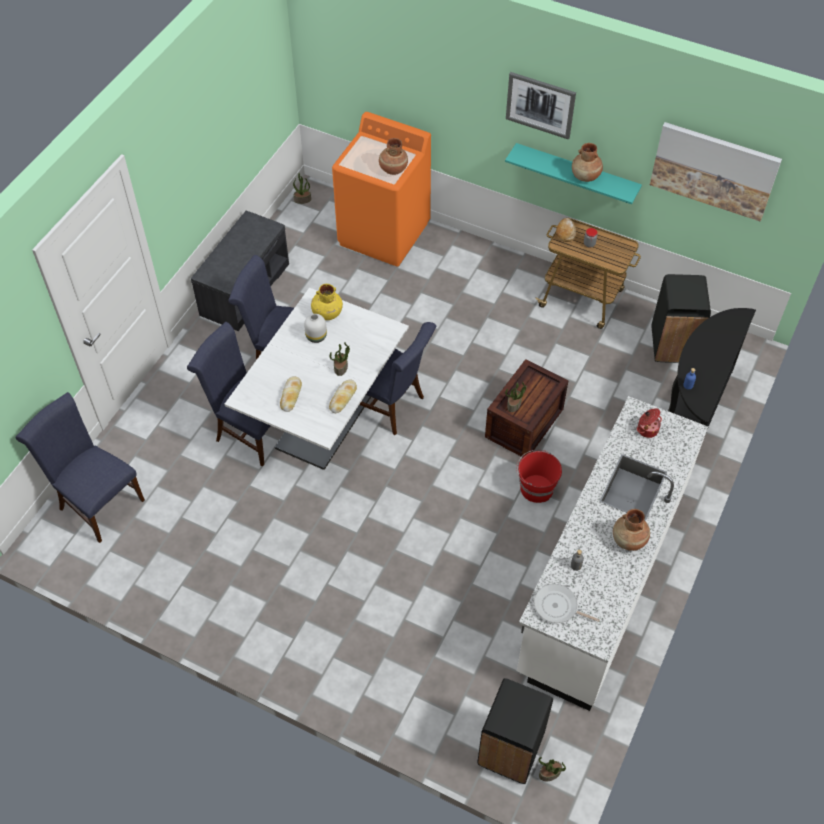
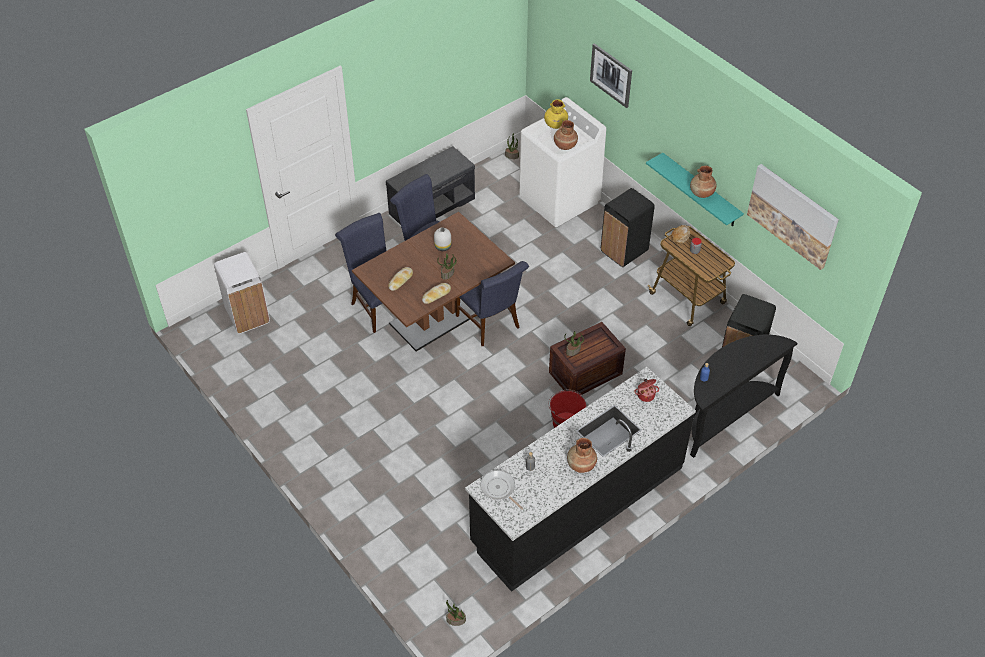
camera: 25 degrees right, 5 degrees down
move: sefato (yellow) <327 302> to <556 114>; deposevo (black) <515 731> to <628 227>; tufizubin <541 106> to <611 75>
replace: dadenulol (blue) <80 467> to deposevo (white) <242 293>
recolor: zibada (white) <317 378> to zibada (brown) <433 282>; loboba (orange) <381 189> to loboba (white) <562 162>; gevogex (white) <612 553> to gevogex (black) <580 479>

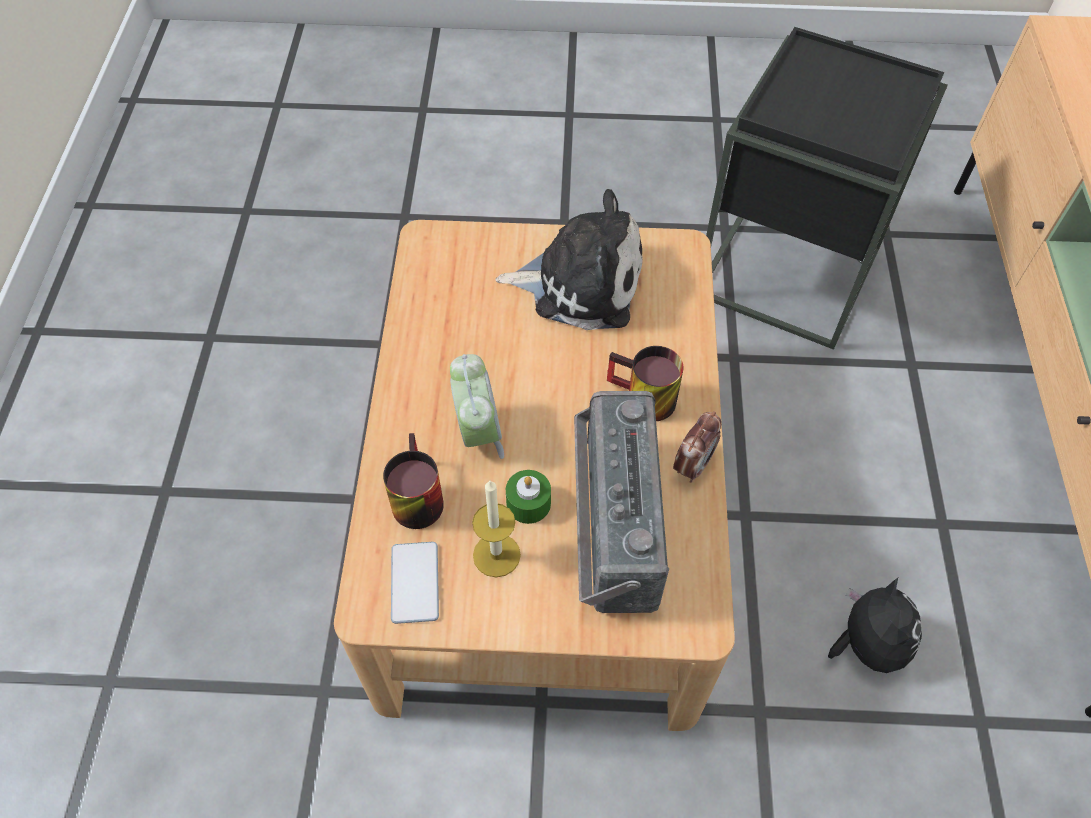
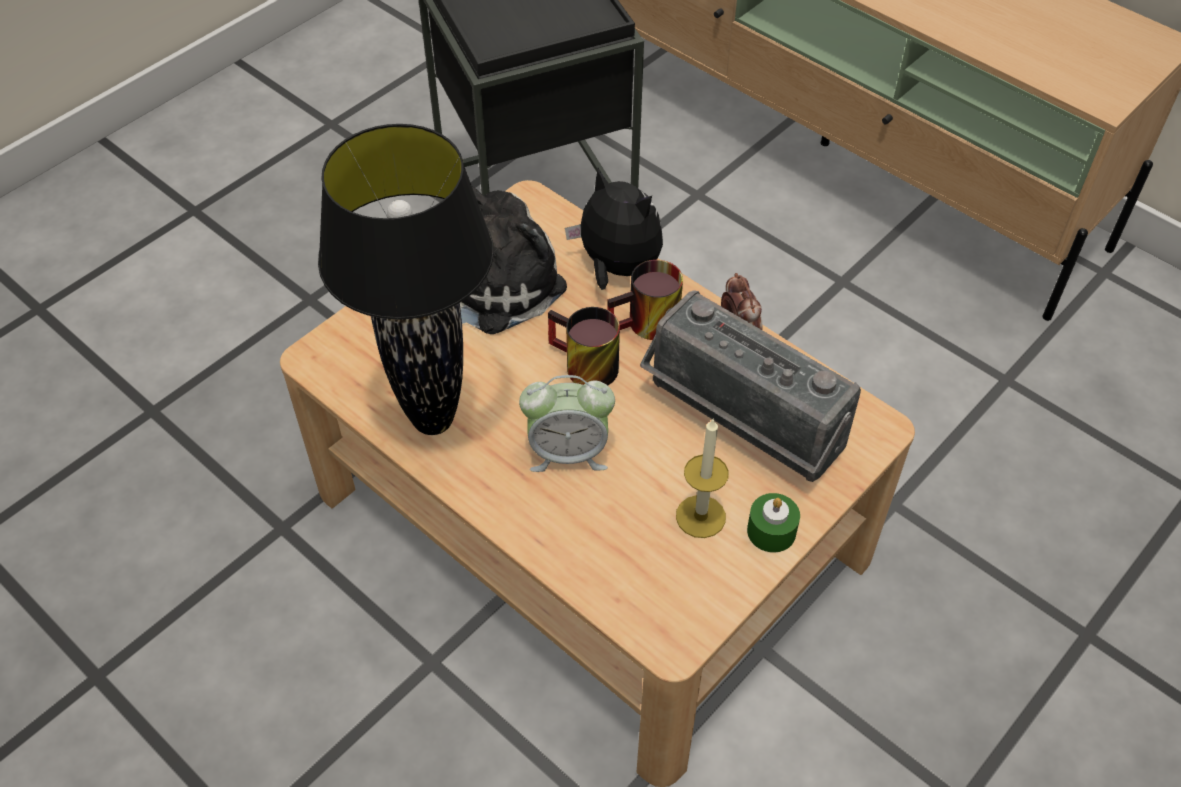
camera: 50 degrees left, 5 degrees down
delete: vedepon <415 583>
insert: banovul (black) <406 279>
move: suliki <413 481> to <584 346>; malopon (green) <528 497> to <773 523>; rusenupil <875 625> to <614 229>
rotate: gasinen <477 406> = <567 423> 150 degrees clockwise

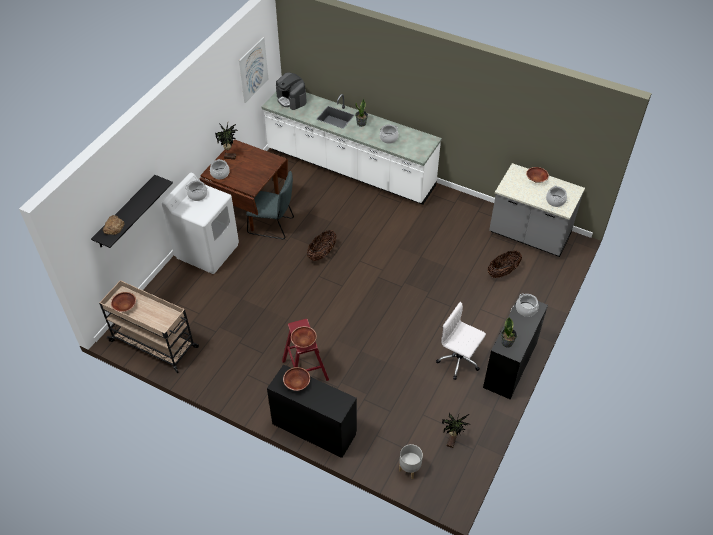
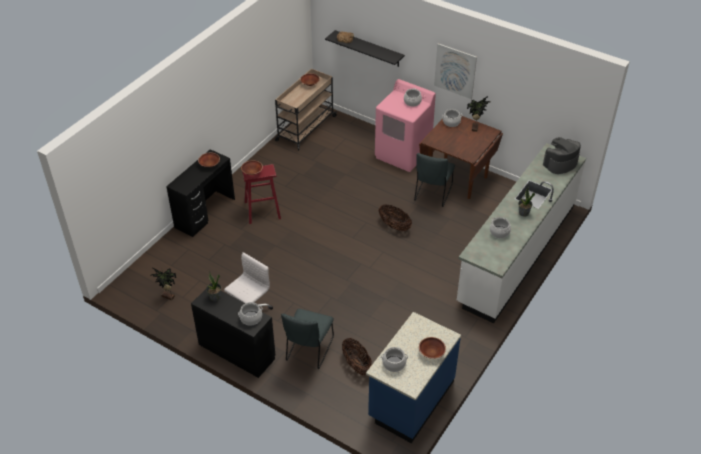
camera: 95 degrees right, 5 degrees down
delete: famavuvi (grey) <411 461>
insert: dadenulol (grey) <307 339>
move: tufizubin <253 70> to <455 71>
recolor: loboba (white) <200 223> to loboba (pink) <405 125>; gevogex (grey) <537 210> to gevogex (blue) <413 377>

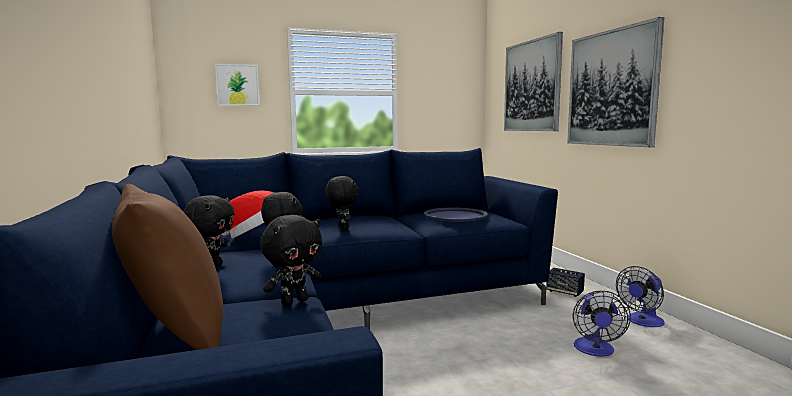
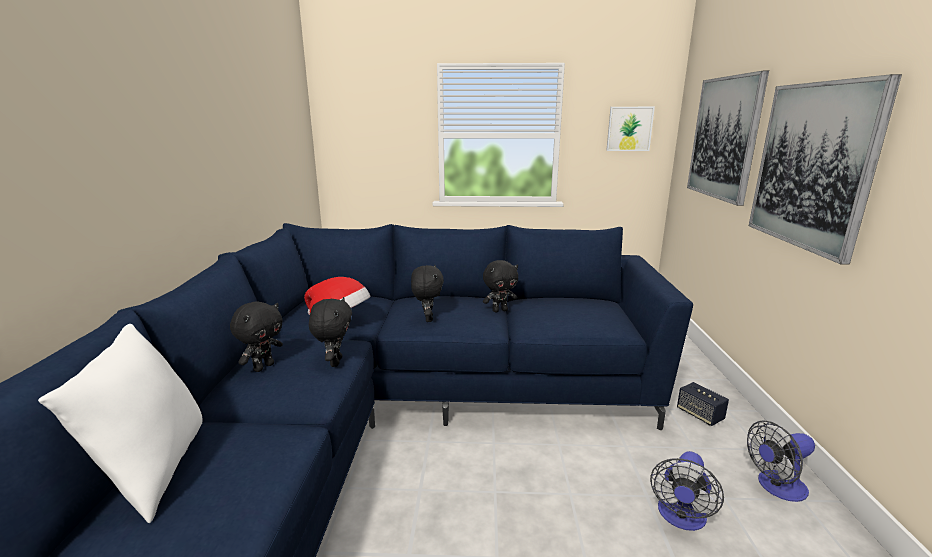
camera: 20 degrees right, 10 degrees up
delete: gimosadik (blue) <455 214>
move: tufizubin <237 85> to <630 129>; rusenupil (black) <291 260> to <500 286>
recolor: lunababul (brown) <167 267> to lunababul (white) <120 423>

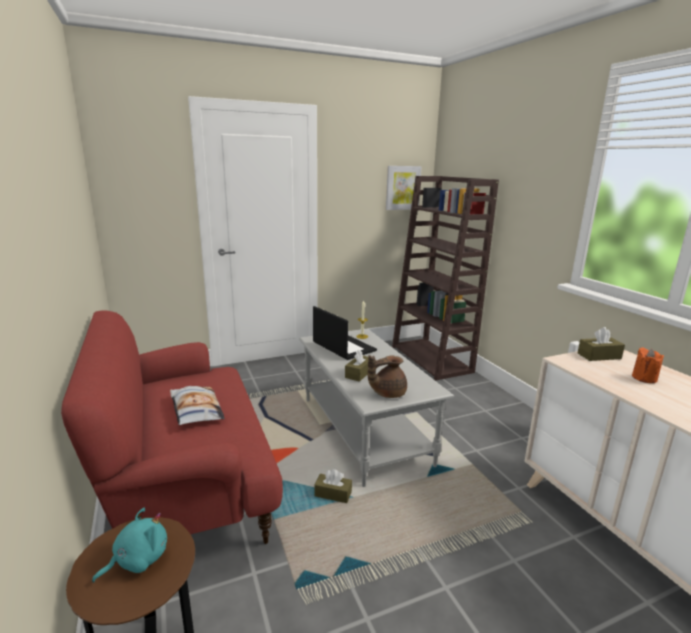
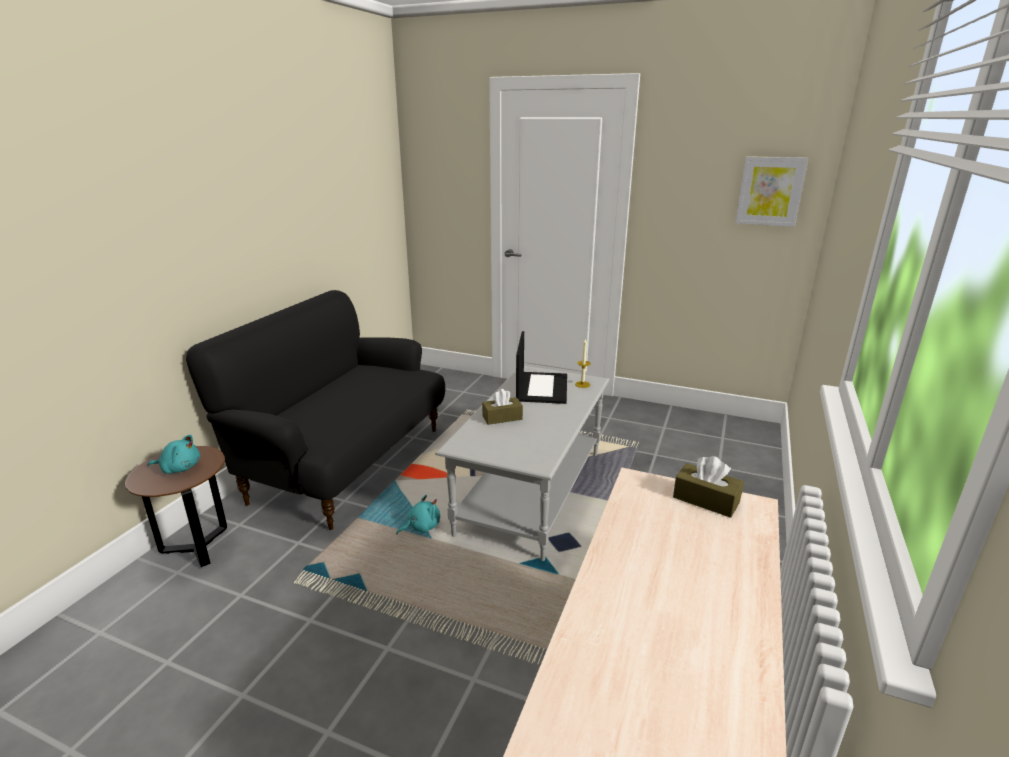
camera: 45 degrees right, 5 degrees up
delete: lunababul <197 405>; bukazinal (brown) <387 376>; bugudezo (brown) <445 278>; malopon (orange) <648 365>
replace: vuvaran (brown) <333 486> to rusenupil (turquoise) <418 514>
recolor: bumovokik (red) <172 427> to bumovokik (black) <316 410>

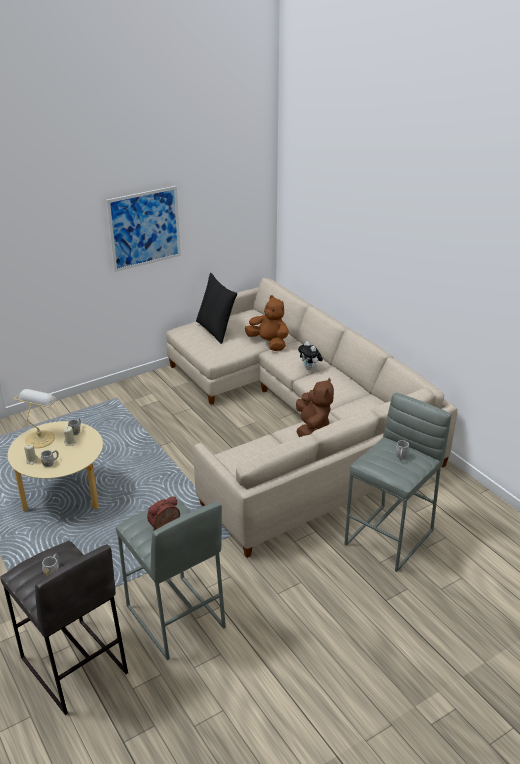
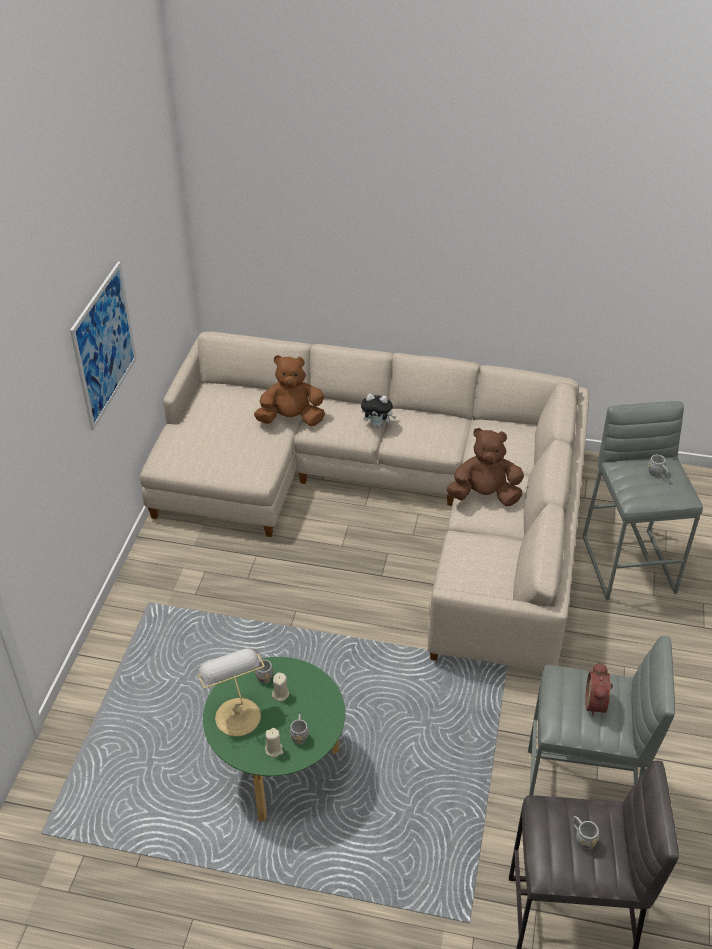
camera: 45 degrees left, 10 degrees up
delete: lunababul (black) <216 308>
recolor: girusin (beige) <55 466> to girusin (green) <274 739>
rotate: rusenupil (brown) <315 407> = <485 467> 45 degrees counterclockwise

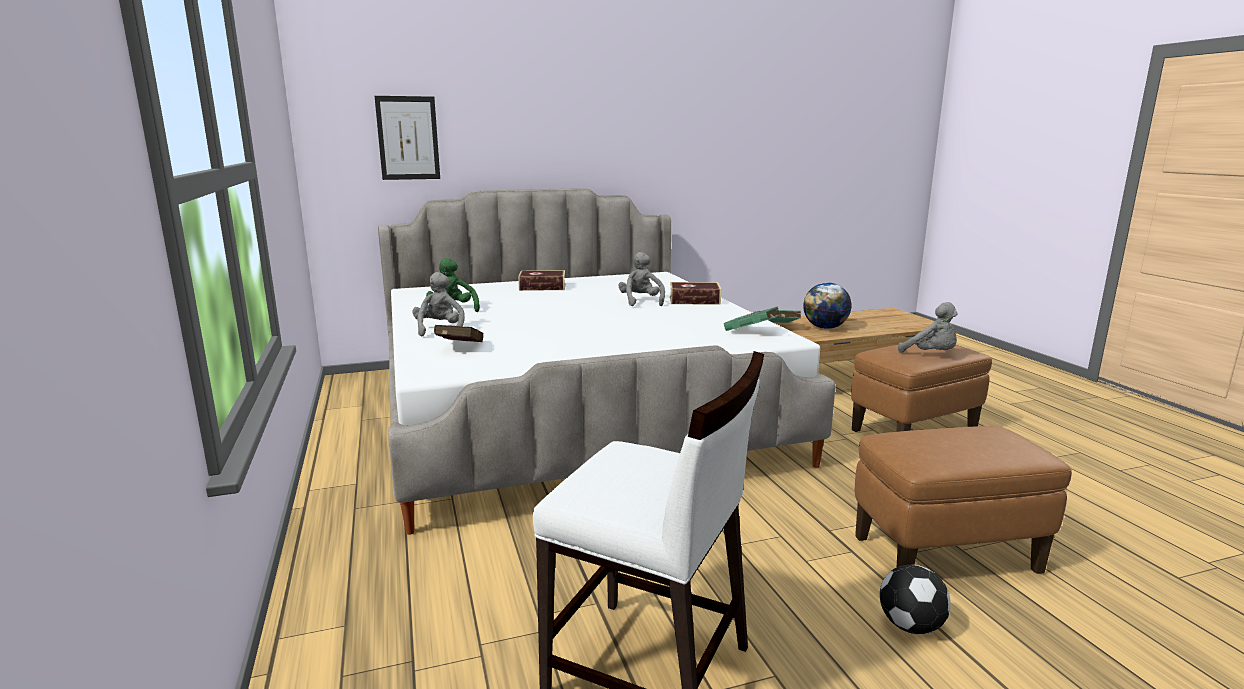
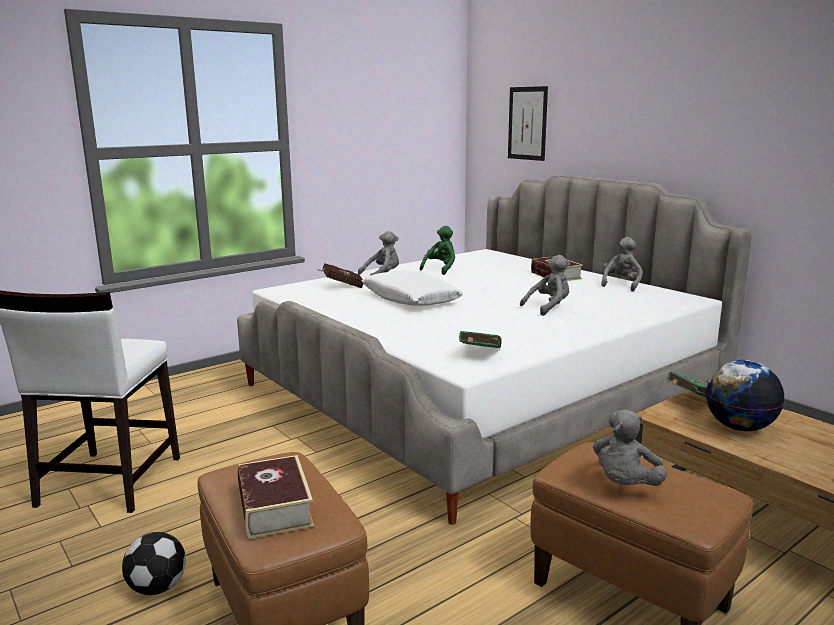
camera: 70 degrees right, 0 degrees up
insert: lunababul (white) <412 288>; rusenupil (grey) <622 264>
move: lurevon <695 293> to <275 497>

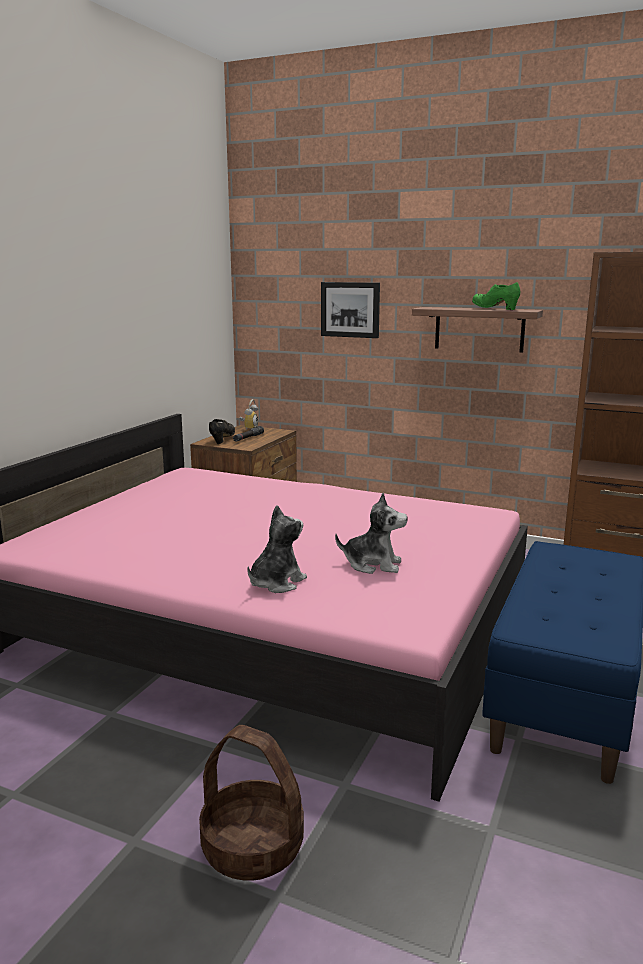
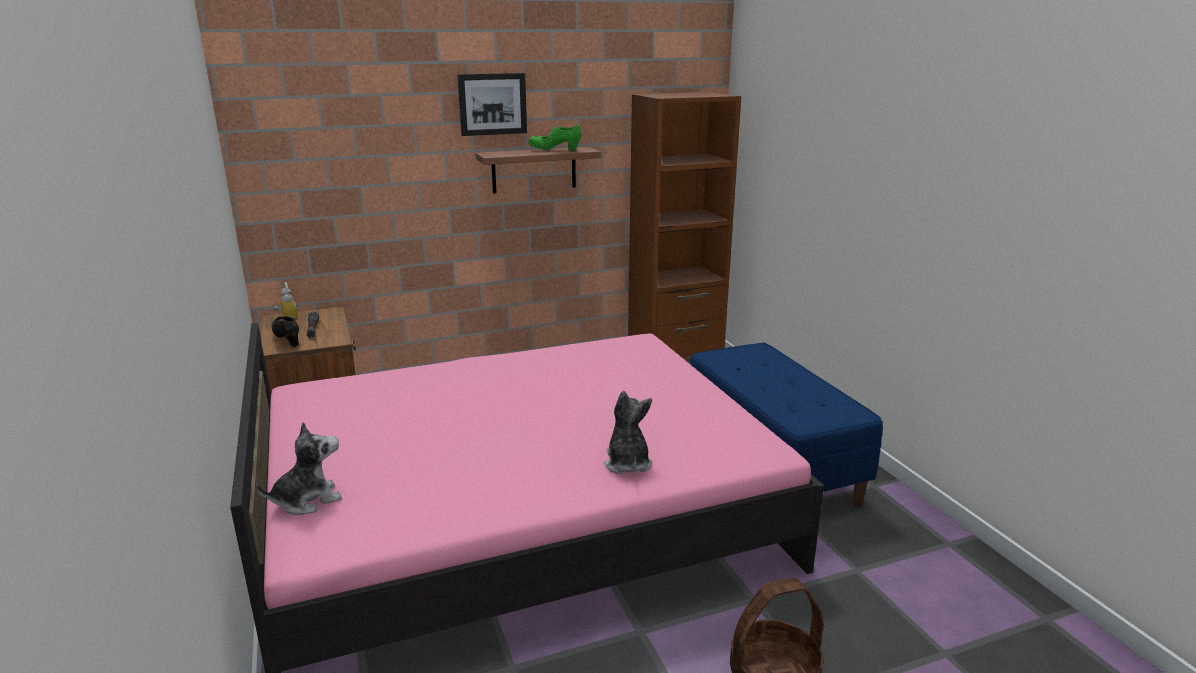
camera: 45 degrees left, 5 degrees up
move: tufizubin <350 310> to <492 104>; rusenupil <371 533> to <299 468>

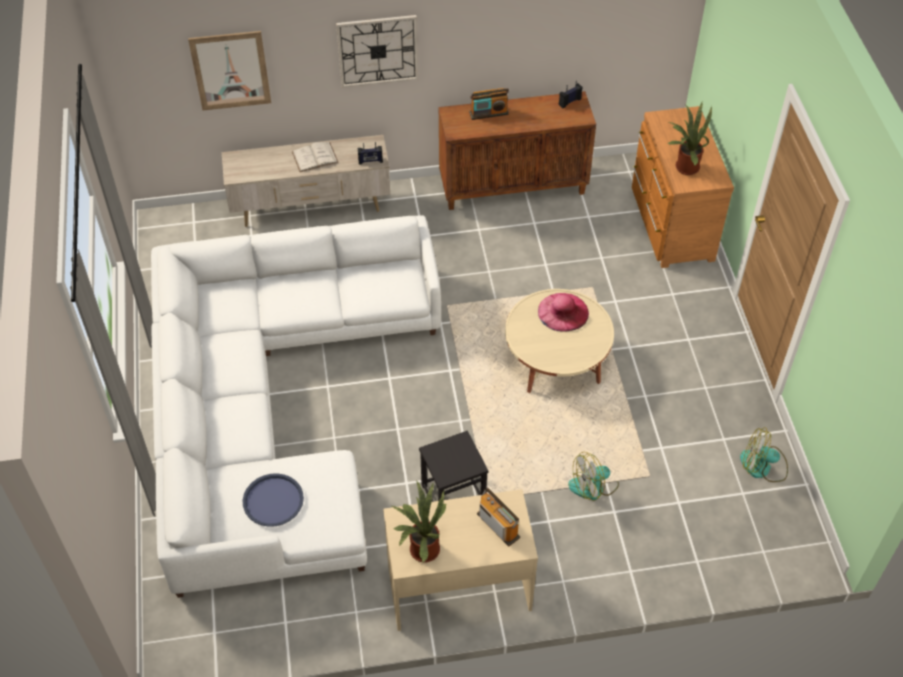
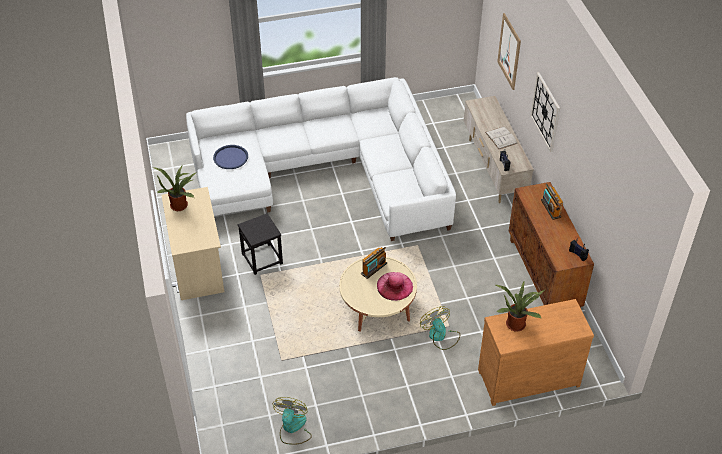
camera: 85 degrees right, 5 degrees down
move: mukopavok <498 517> to <374 263>; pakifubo <593 476> to <440 328>

